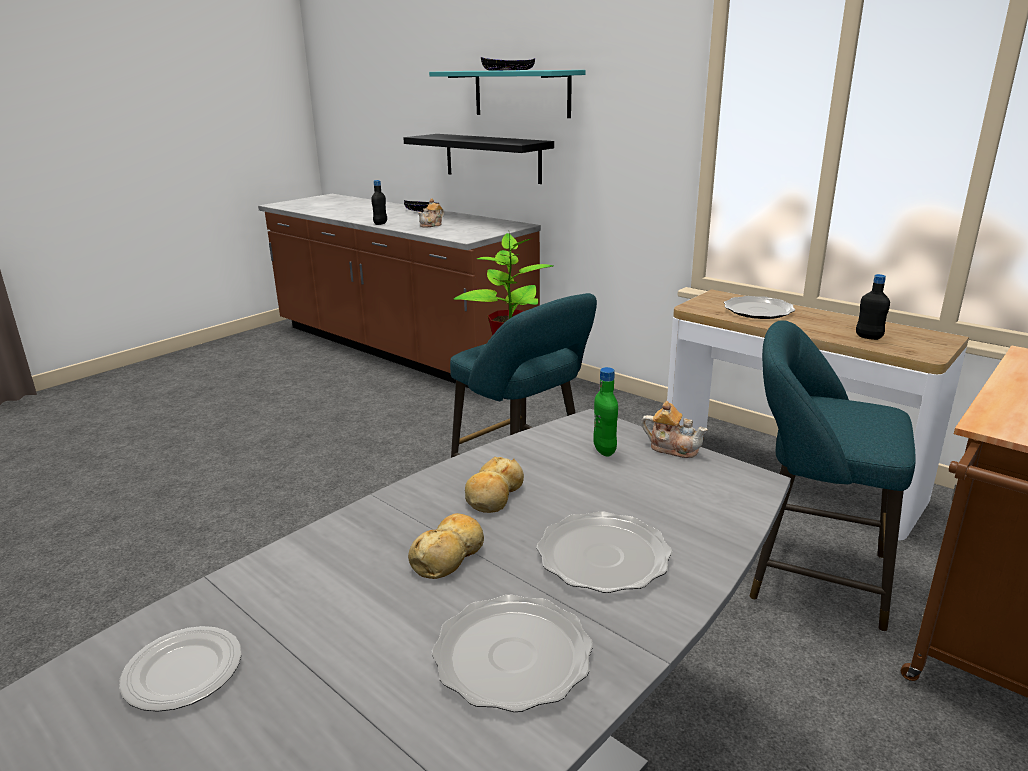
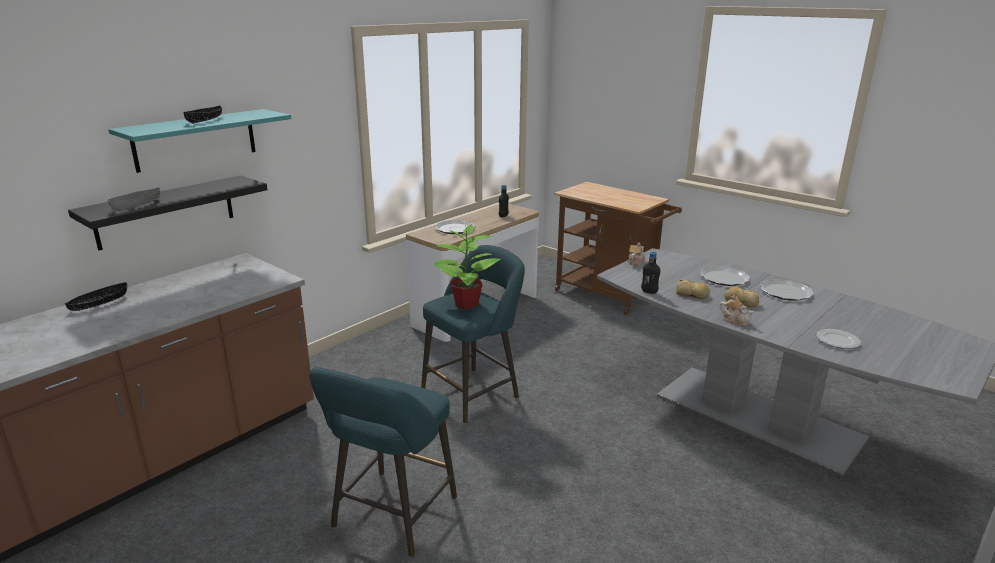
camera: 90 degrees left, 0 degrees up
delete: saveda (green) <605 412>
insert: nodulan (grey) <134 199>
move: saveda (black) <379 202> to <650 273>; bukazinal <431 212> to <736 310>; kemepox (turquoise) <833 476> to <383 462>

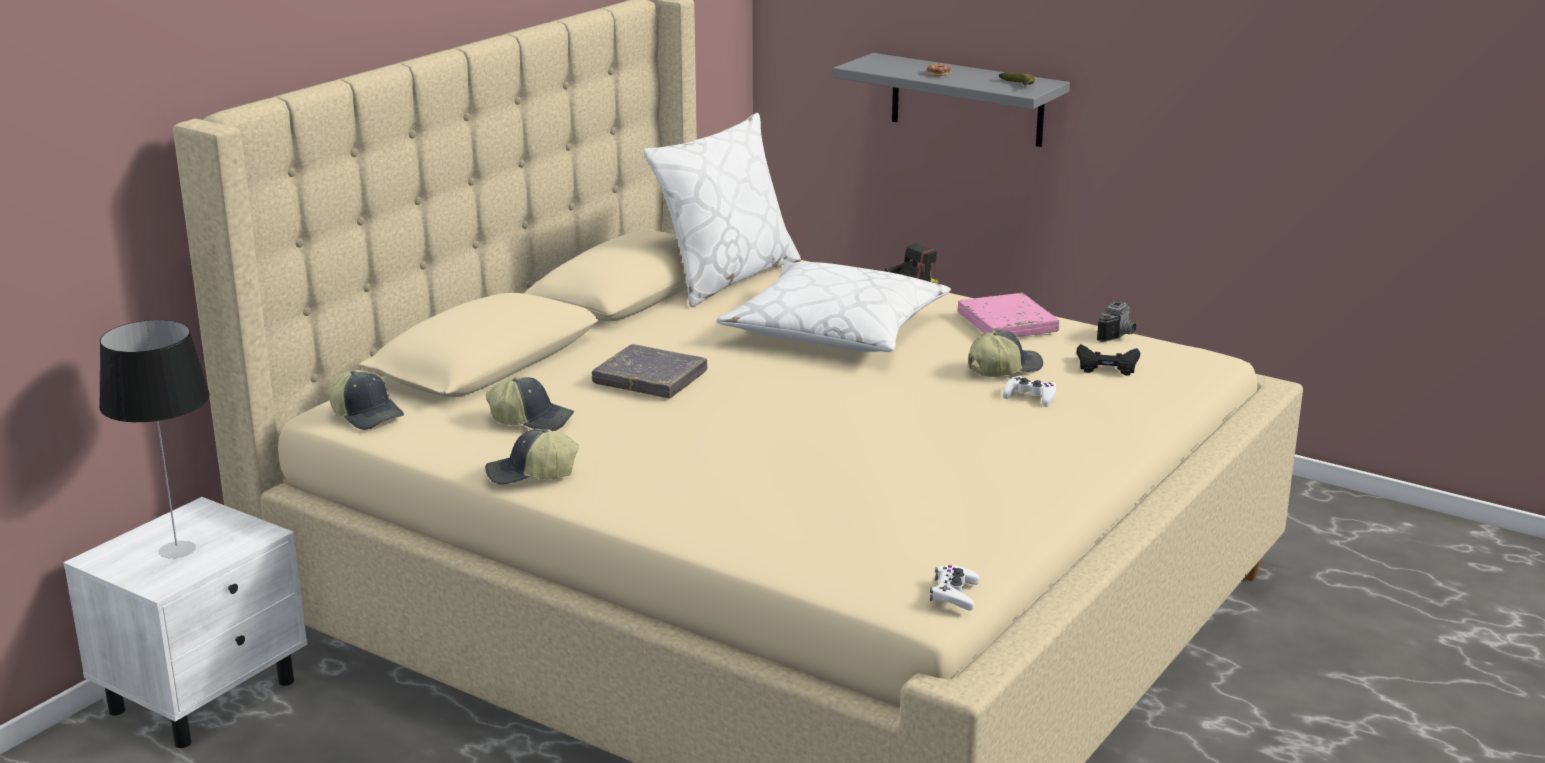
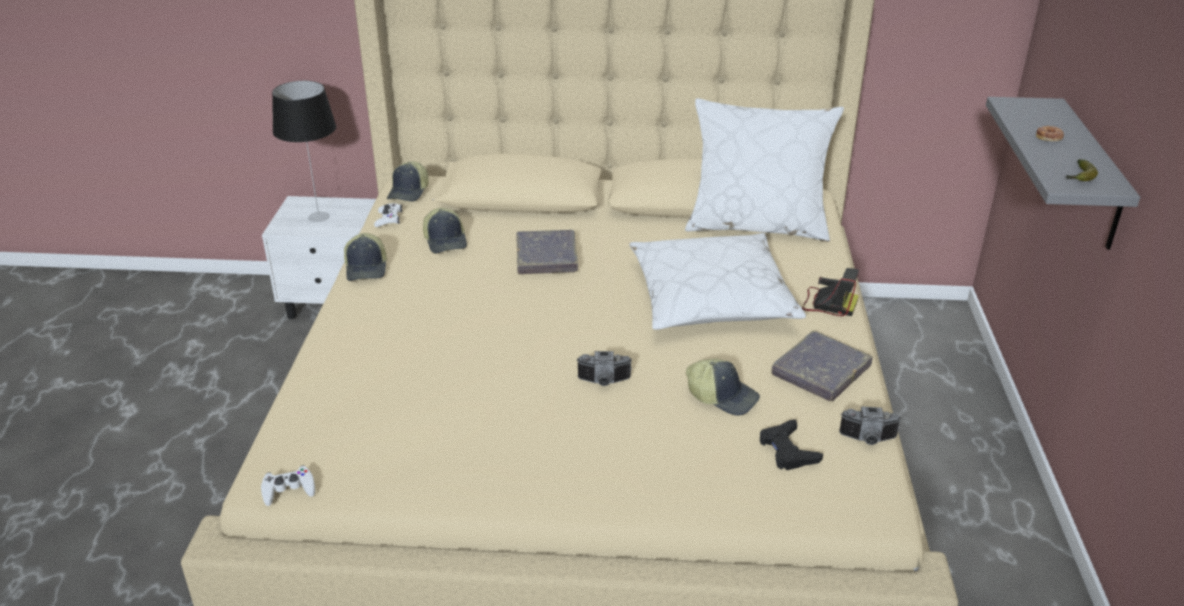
camera: 60 degrees right, 10 degrees up
insert: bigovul <604 368>
move: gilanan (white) <1029 391> to <388 215>
recolor: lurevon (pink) <1008 315> to lurevon (grey) <822 366>
rotate: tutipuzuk <532 456> = <365 257> 150 degrees counterclockwise

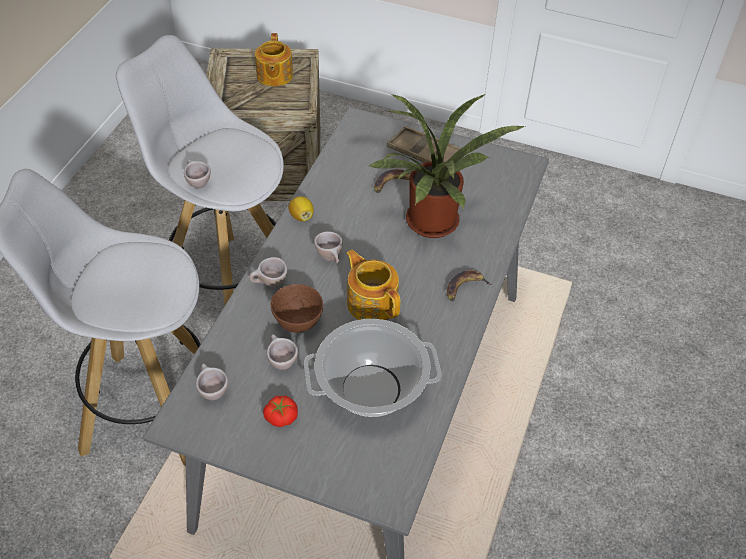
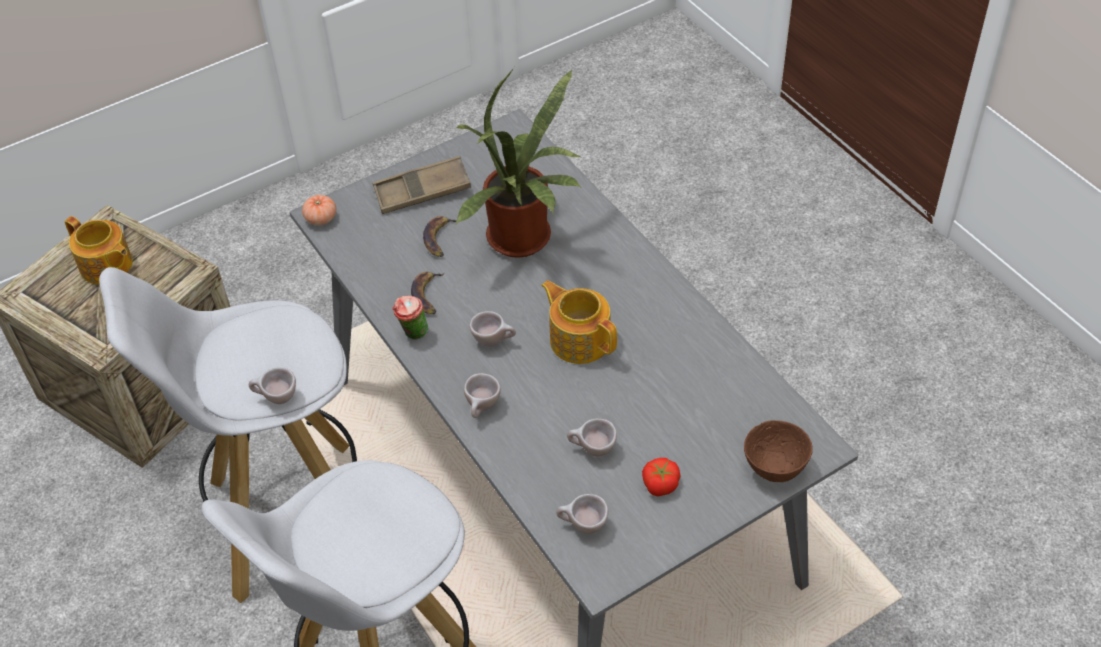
camera: 50 degrees left, 0 degrees up
delete: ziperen <372 368>
insert: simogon <319 210>
move: nodulan (brown) <296 308> to <778 451>; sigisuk <469 285> to <428 293>
replace: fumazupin <301 208> to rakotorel <410 318>
rotate: bukazinal <373 284> = <579 322> 45 degrees clockwise

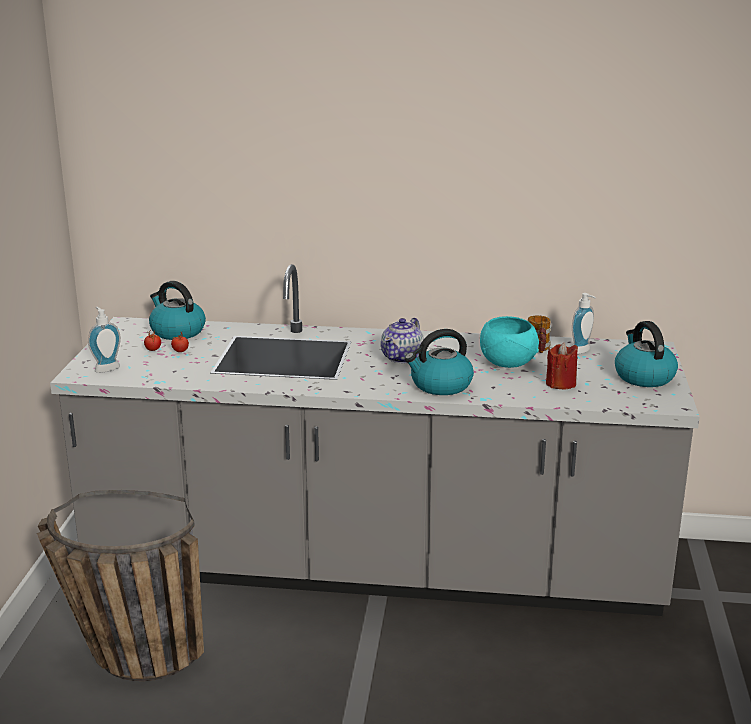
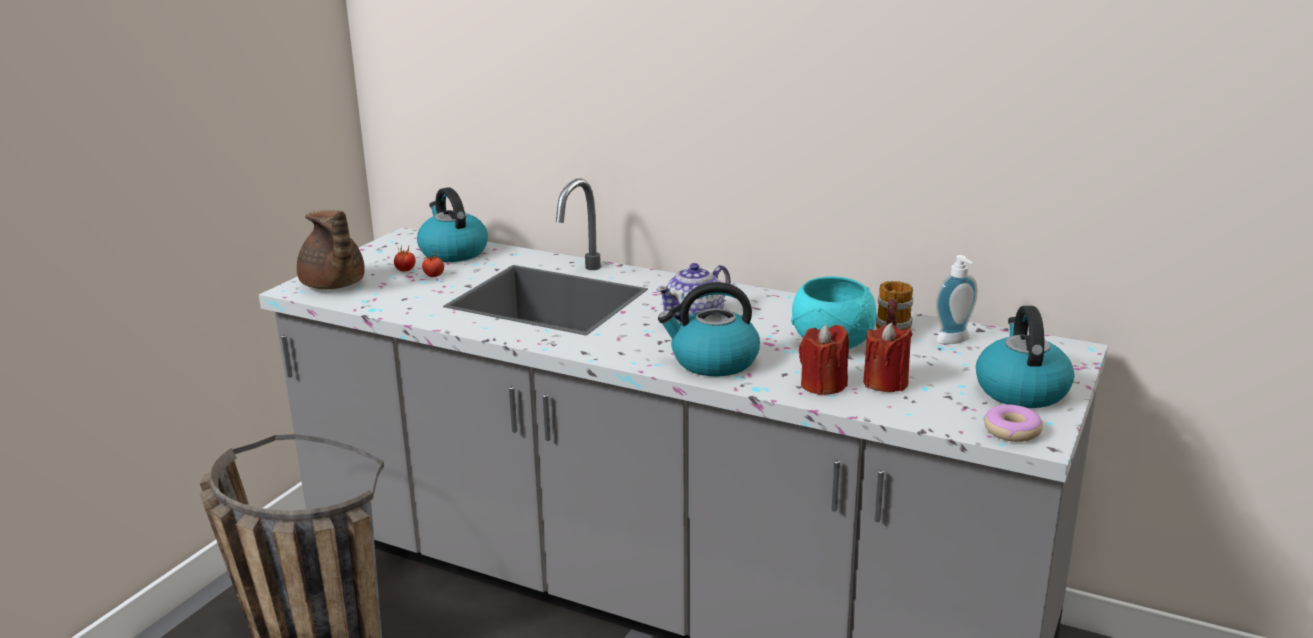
camera: 20 degrees right, 0 degrees up
insert: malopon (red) <824 359>; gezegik <1013 423>
replace: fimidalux <104 340> to bukazinal (brown) <331 249>

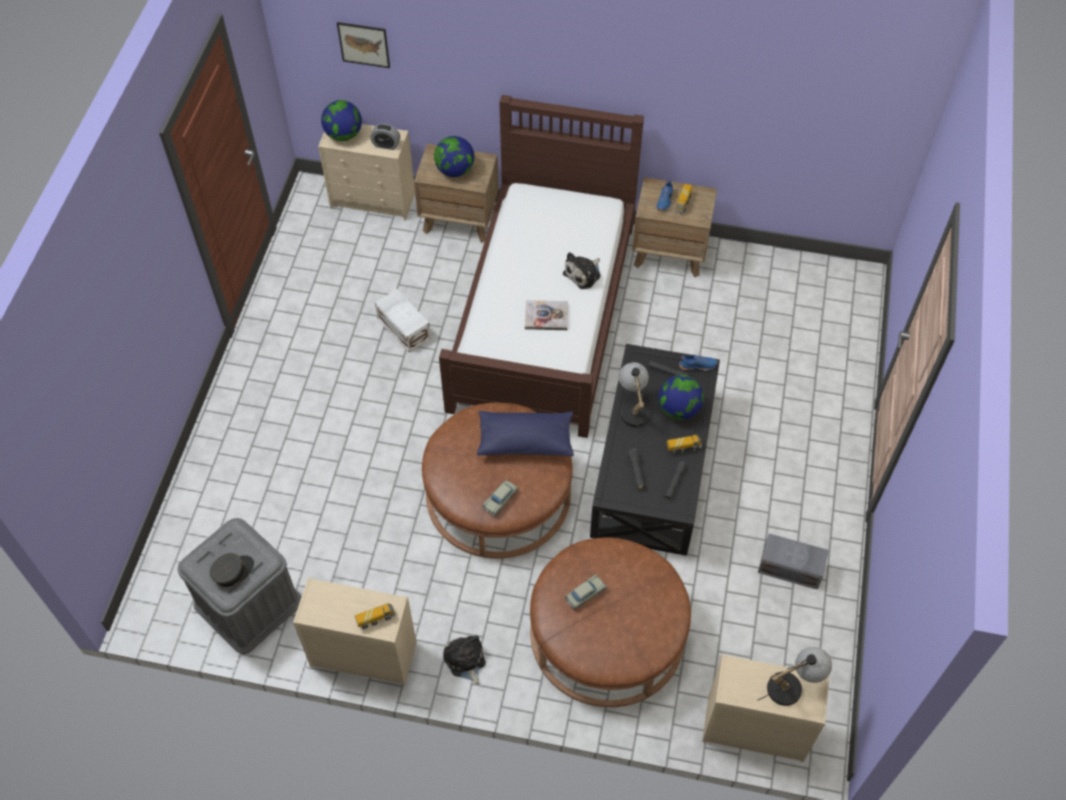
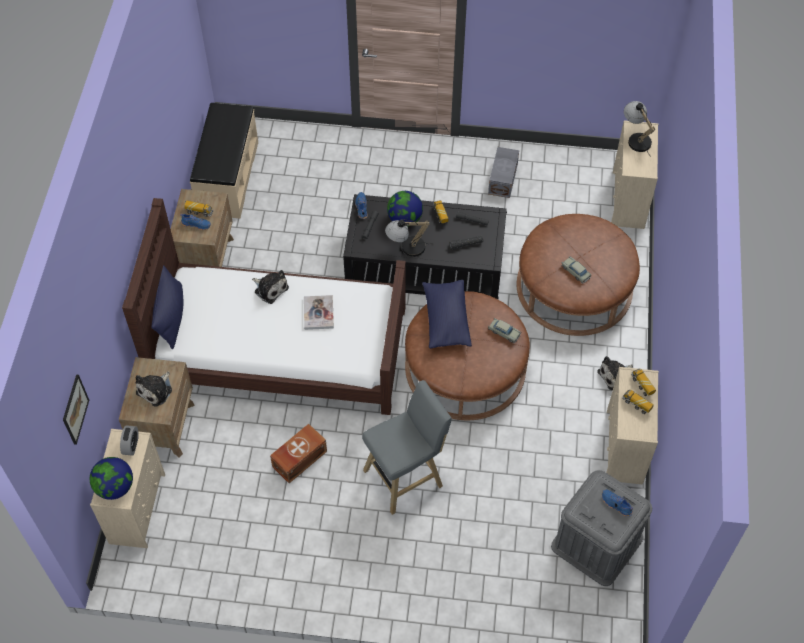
camera: 95 degrees left, 0 degrees up
insert: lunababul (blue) <167 307>; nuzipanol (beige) <224 161>; kemepox (grey) <407 447>; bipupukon <638 402>
replace: tutipuzuk (grey) <232 570> to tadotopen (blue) <617 503>; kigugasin <454 156> to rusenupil <154 389>
recolor: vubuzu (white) <403 320> to vubuzu (brown) <298 453>

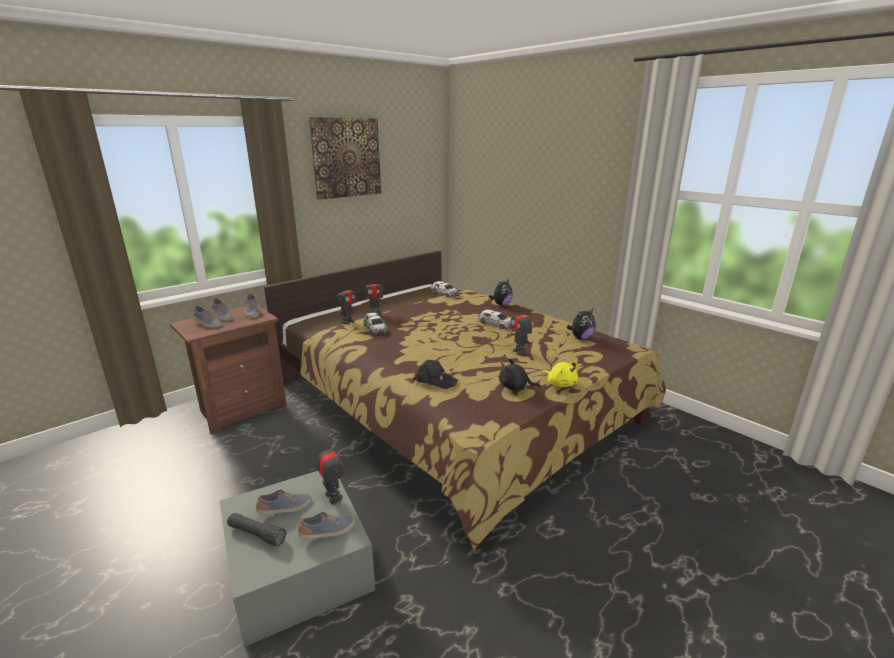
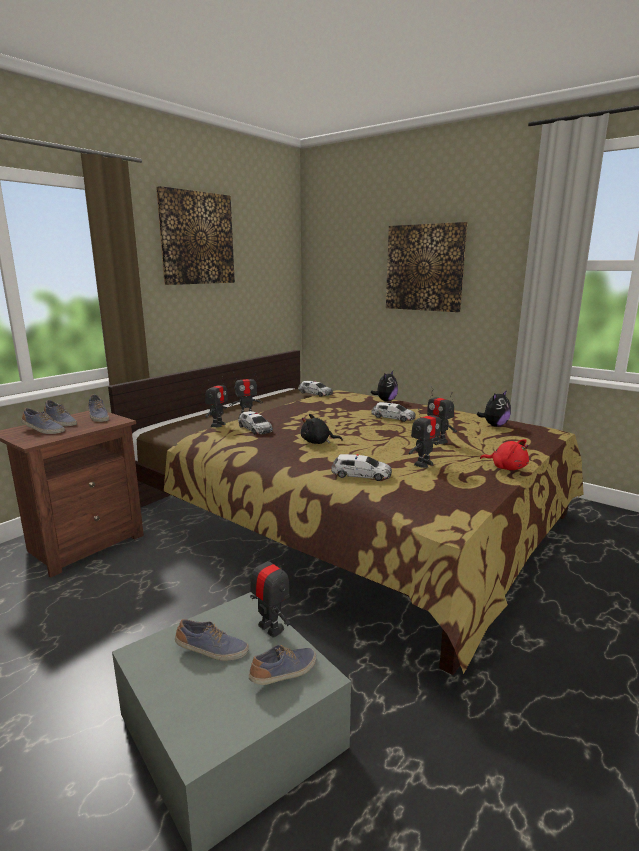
camera: 10 degrees left, 5 degrees down
delete: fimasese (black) <257 529>
insert: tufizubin <427 267>; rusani <425 436>
move: rusenupil (black) <520 374> to <322 429>
replace: tutipuzuk (black) <435 374> to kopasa <361 467>
recolor: rusenupil (yellow) <560 374> to rusenupil (red) <504 454>
rotate: tadotopen <283 502> = <212 640> 45 degrees clockwise

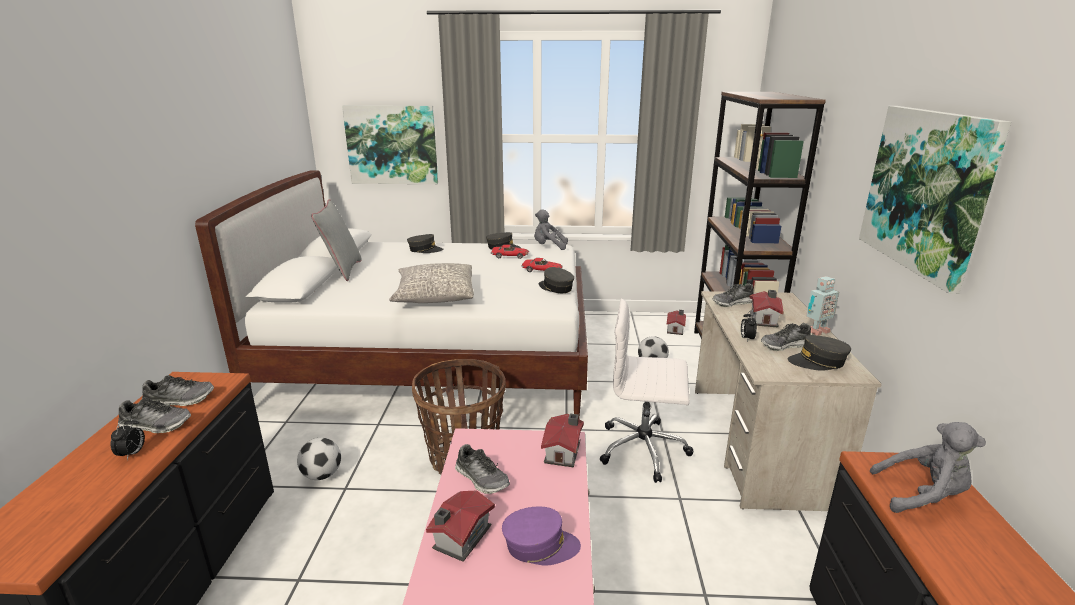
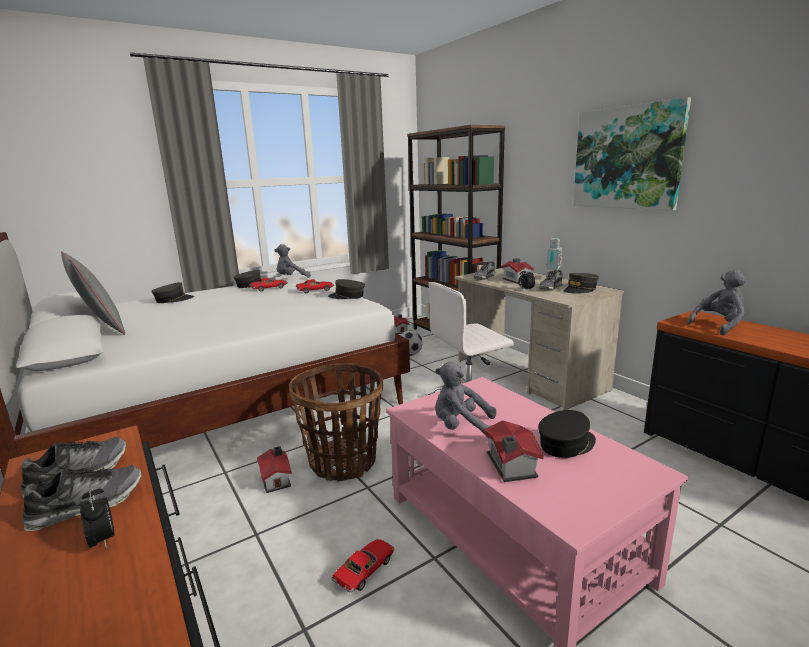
camera: 35 degrees left, 5 degrees down
delete: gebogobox <319 459>; tufizubin <390 144>; lunababul (grey) <431 283>
insert: kopasa <363 565>
move: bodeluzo <562 440> to <274 469>
replace: tadotopen <482 469> to rusenupil (grey) <465 400>
recolor: tutipuzuk (purple) <541 536> to tutipuzuk (black) <567 434>

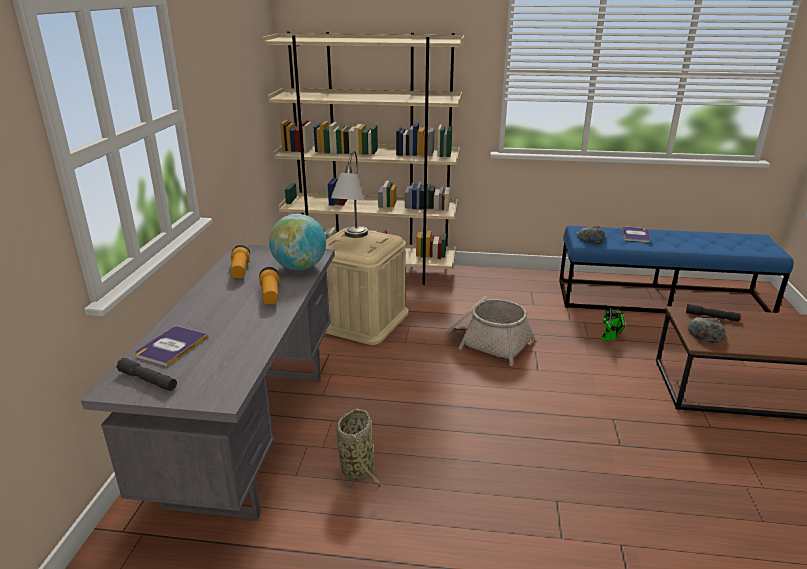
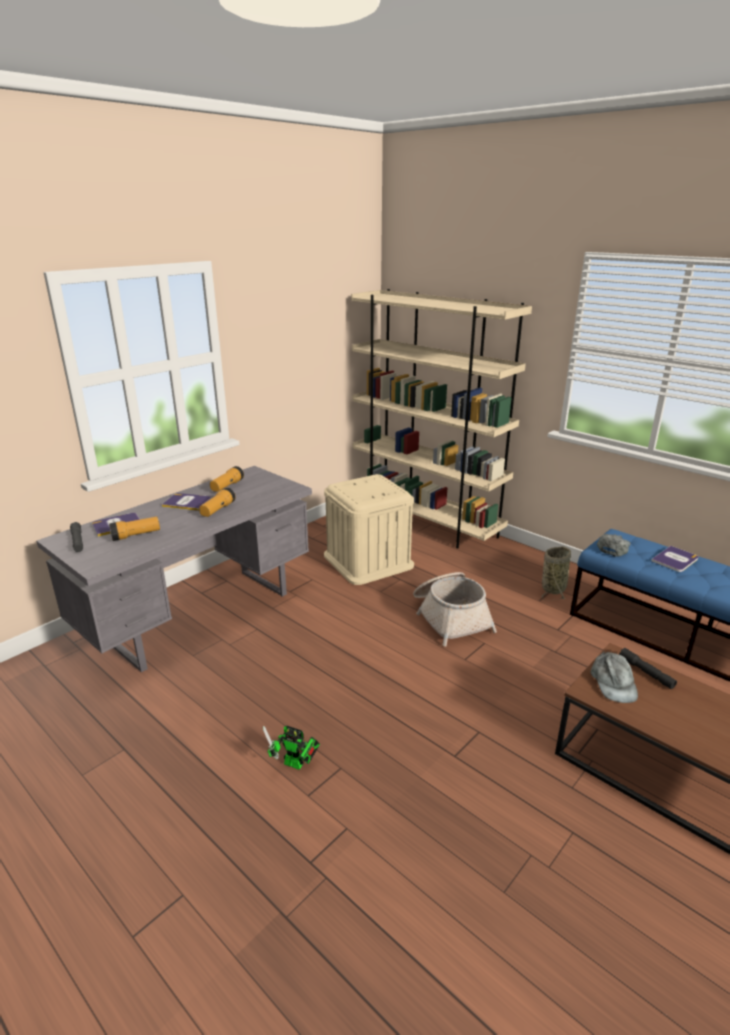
camera: 35 degrees right, 0 degrees up
delete: kigugasin <297 242>; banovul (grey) <349 194>
insert: fimasese <134 529>; lurevon <186 502>
move: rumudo <359 453> to <556 573>; rusani <614 324> to <291 748>
rotate: tutipuzuk (grey) <706 330> = <614 677> 120 degrees clockwise

